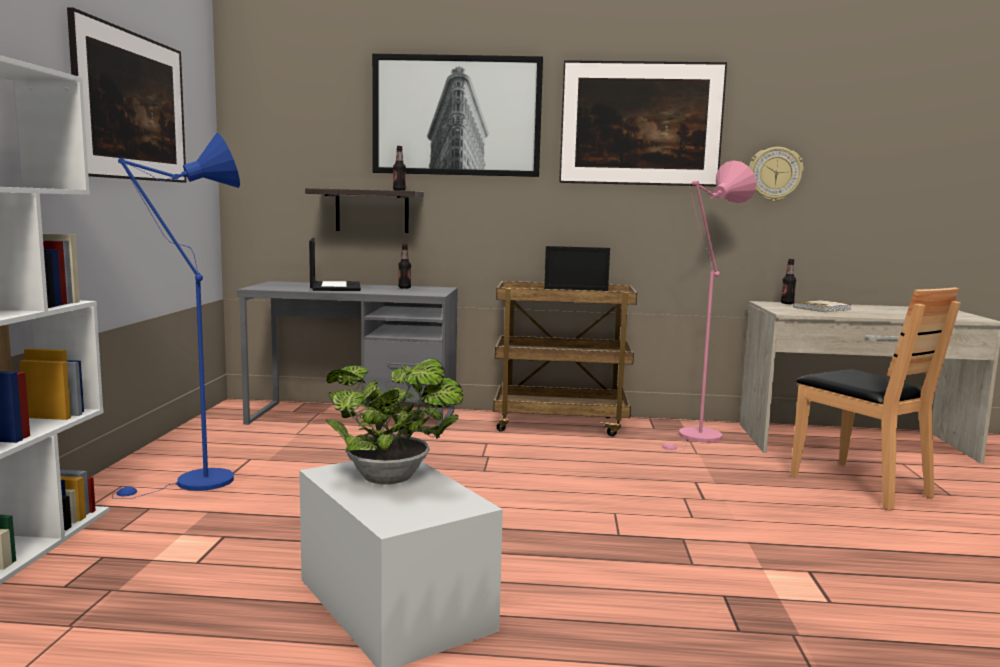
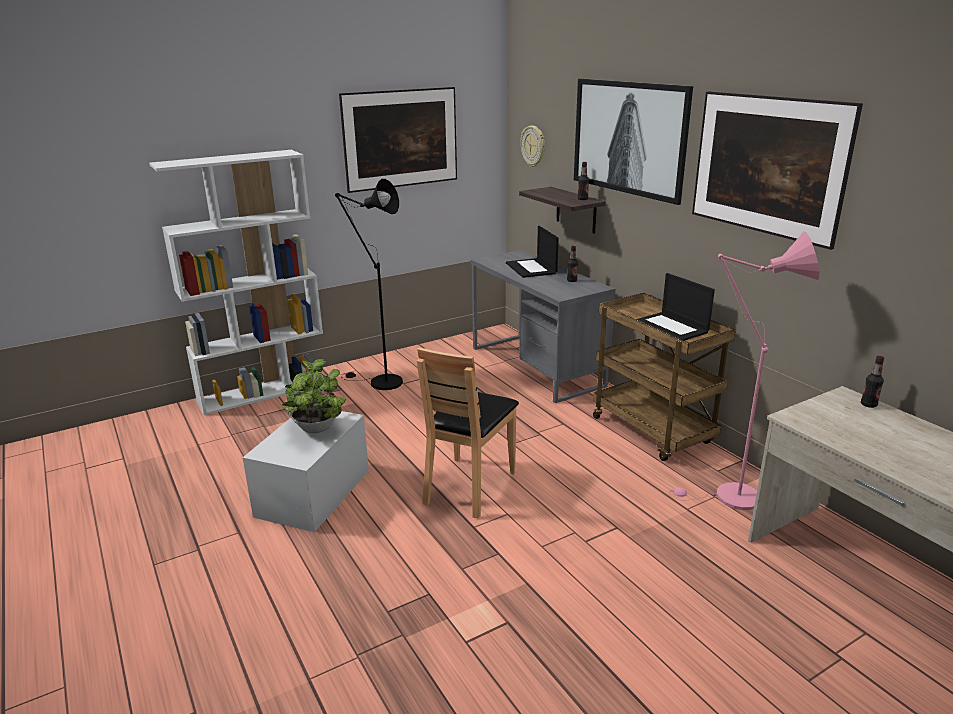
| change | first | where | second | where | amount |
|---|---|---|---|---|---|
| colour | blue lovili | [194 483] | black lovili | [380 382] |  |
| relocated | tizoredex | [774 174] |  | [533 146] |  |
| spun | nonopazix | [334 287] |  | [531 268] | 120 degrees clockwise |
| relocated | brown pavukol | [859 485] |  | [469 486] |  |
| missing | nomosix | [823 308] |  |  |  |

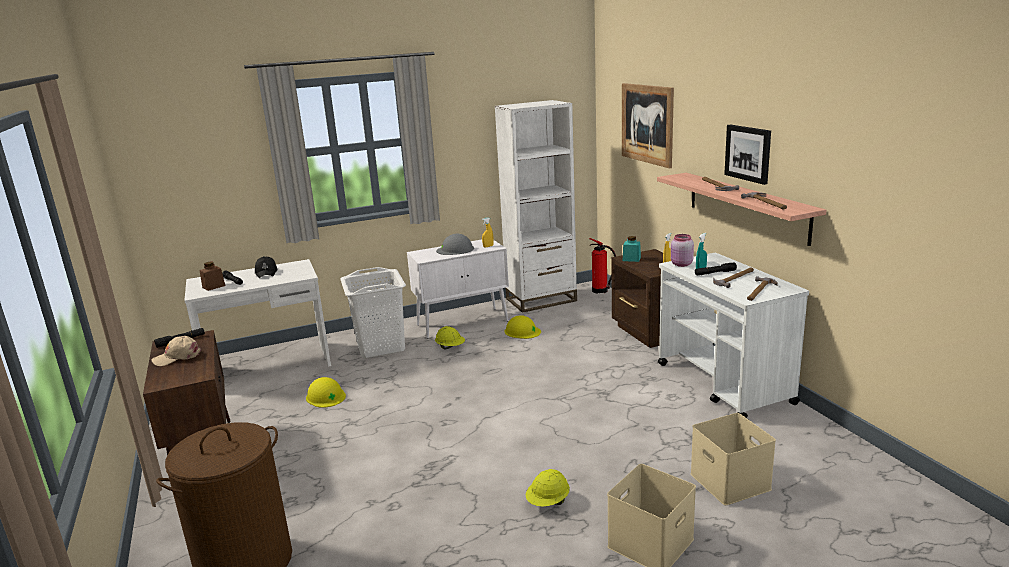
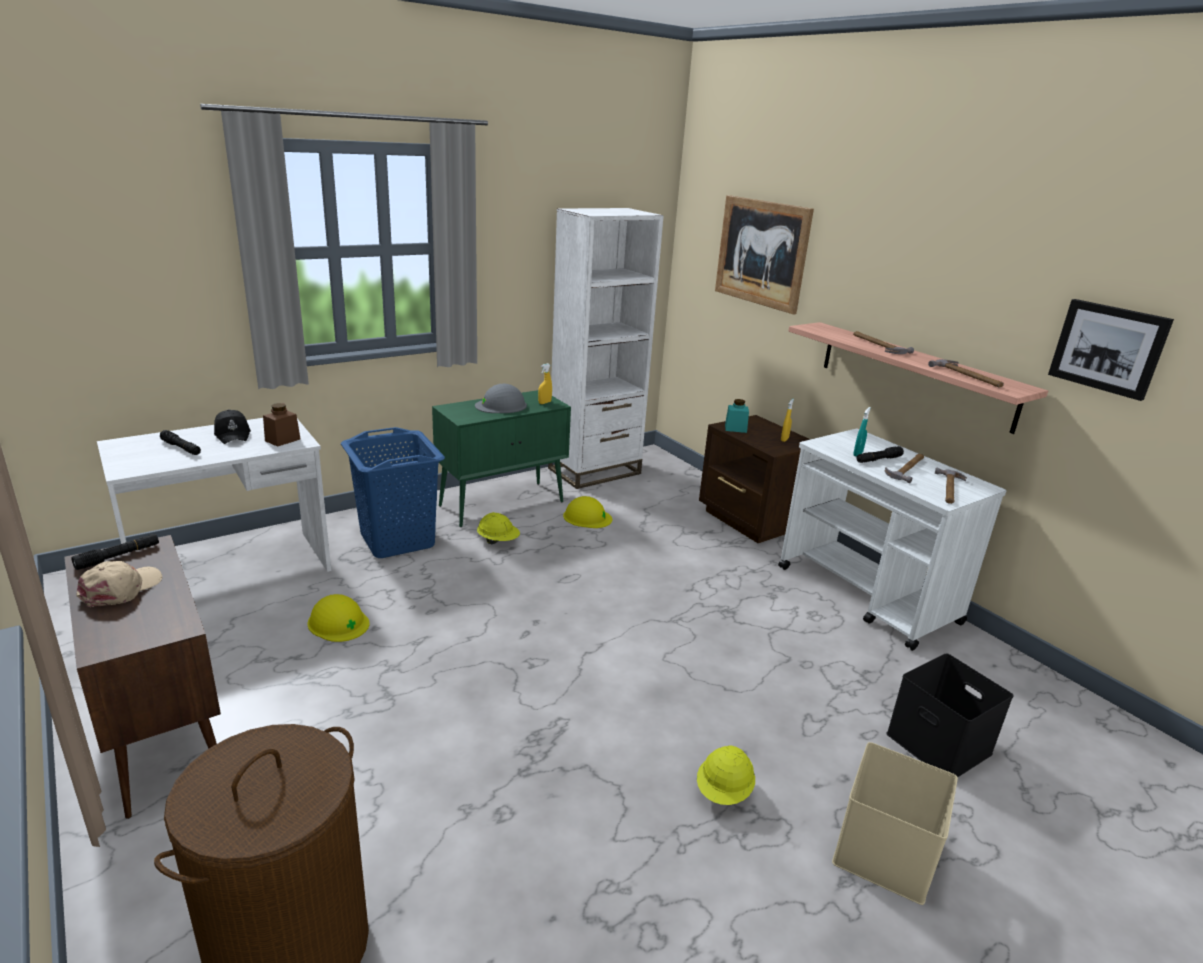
| change | first | where | second | where | amount |
|---|---|---|---|---|---|
| relocated | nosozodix | [748 153] |  | [1108 348] |  |
| missing | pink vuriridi | [681 264] |  |  |  |
| missing | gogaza | [601 291] |  |  |  |
| colour | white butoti | [463 323] | green butoti | [503 503] |  |
| relocated | brown vuriridi | [213 286] |  | [282 440] |  |
| colour | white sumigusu | [381 347] | blue sumigusu | [398 540] |  |
| spun | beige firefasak | [177 357] |  | [121 589] | 150 degrees clockwise |
| colour | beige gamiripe | [732 482] | black gamiripe | [941 744] |  |

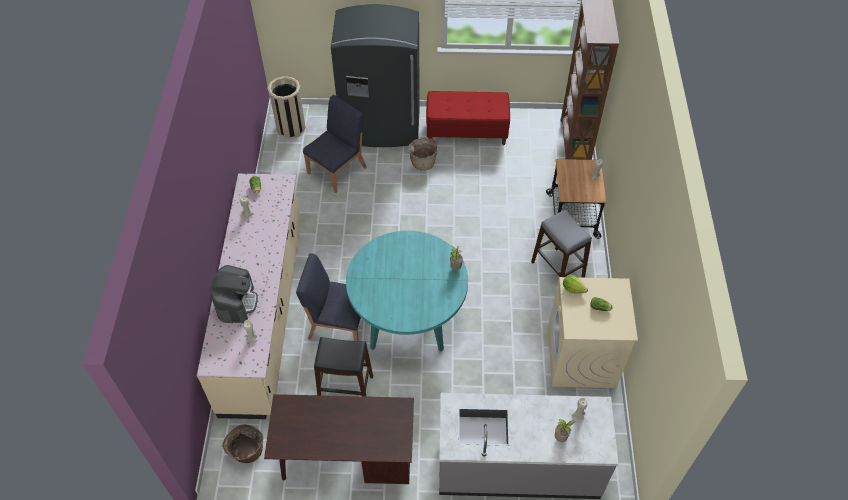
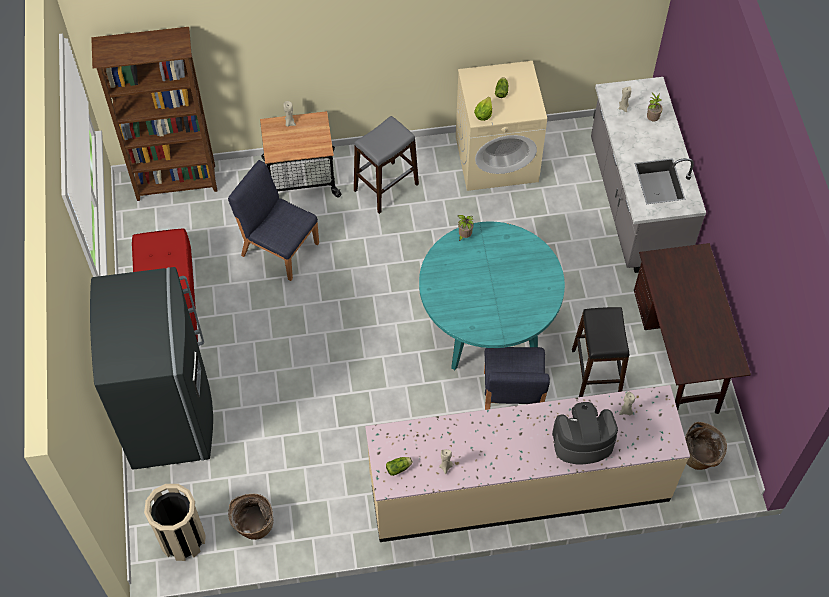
| change | first | where | second | where | amount |
|---|---|---|---|---|---|
| relocated | blue pavukol | [338 170] |  | [279 248] |  |
| relocated | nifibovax | [423 162] |  | [253 525] |  |

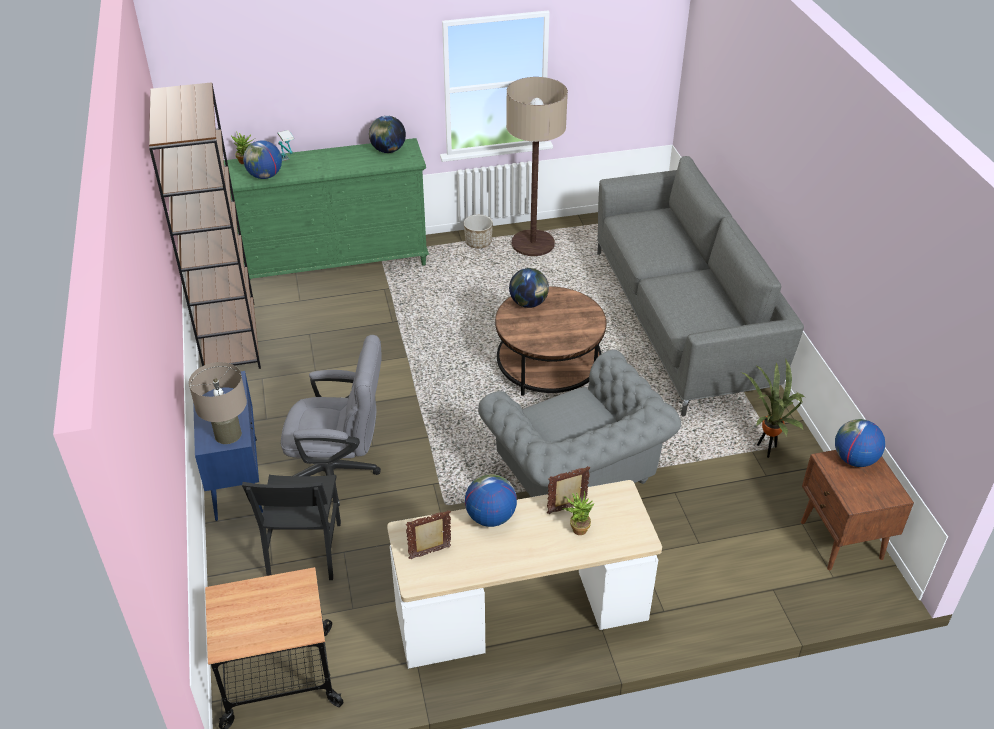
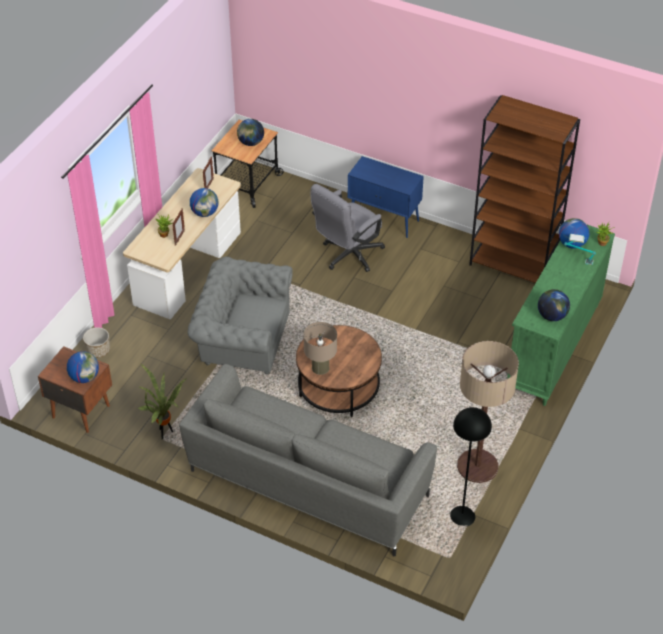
| change | first | where | second | where | amount |
|---|---|---|---|---|---|
| relocated | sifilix | [478 243] |  | [98 351] |  |
| relocated | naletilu | [528 303] |  | [250 143] |  |
| relocated | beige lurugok | [228 434] |  | [320 368] |  |
| missing | black pavukol | [304 550] |  |  |  |
| appeared |  |  | black lovili | [462 516] |  |

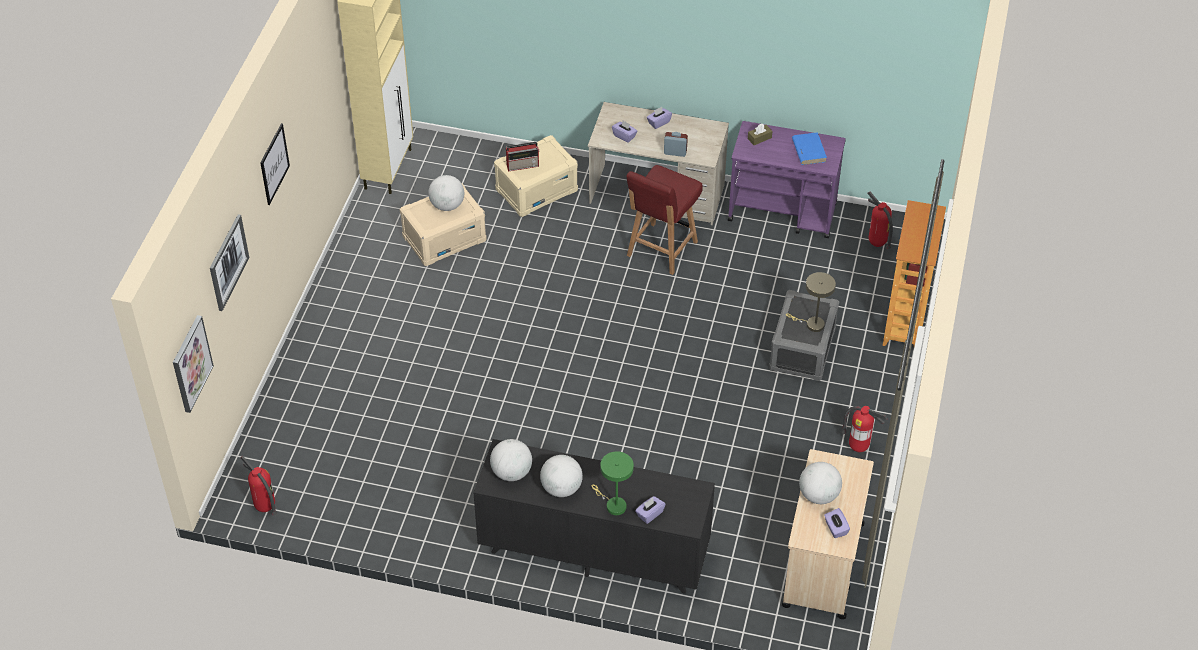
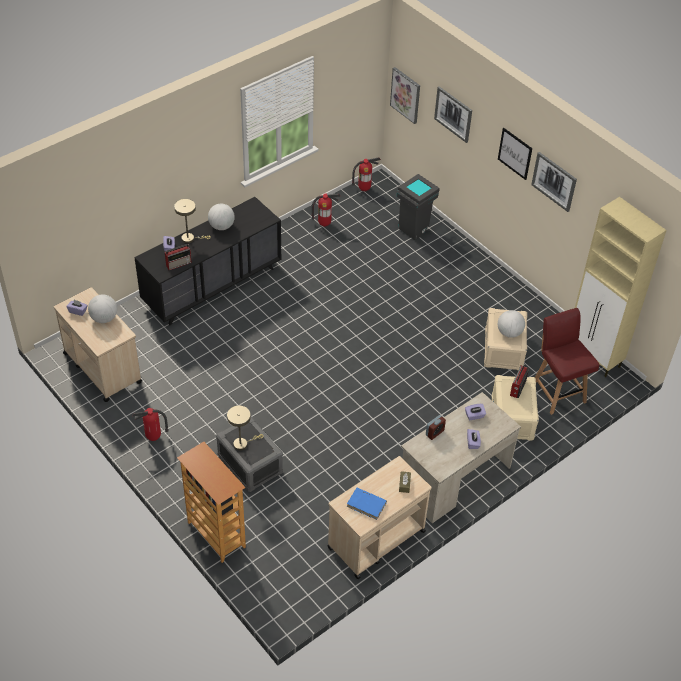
| change | first | where | second | where | amount |
|---|---|---|---|---|---|
| colour | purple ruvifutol | [783 212] | beige ruvifutol | [375 539] |  |
| relocated | red pavukol | [661 250] |  | [557 392] |  |
| relocated | gogaza | [876 244] |  | [324 224] |  |
| missing | naletilu | [511 473] |  |  |  |
| colour | green lurugok | [613 505] | beige lurugok | [190 238] |  |
| appeared |  |  | nosozodix | [554 181] |  |
| appeared |  |  | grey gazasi | [415 229] |  |
| appeared |  |  | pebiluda | [179 263] |  |

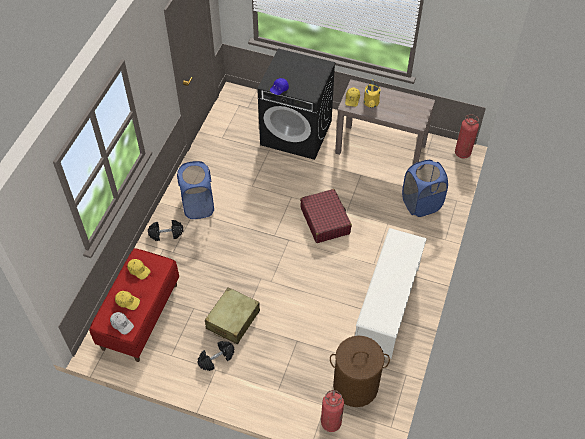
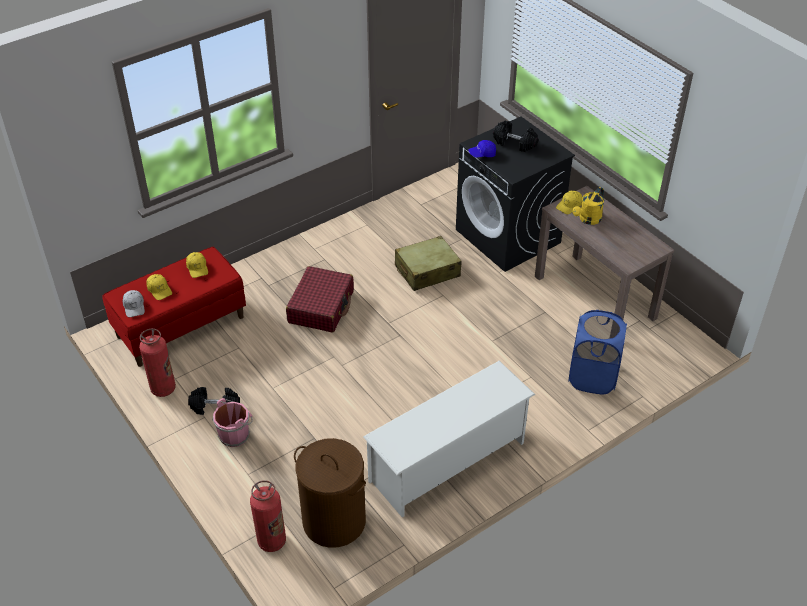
| change | first | where | second | where | amount |
|---|---|---|---|---|---|
| relocated | gogaza | [462 153] |  | [163 388] |  |
| missing | blue sumigusu | [198 206] |  |  |  |
| relocated | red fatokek | [325 220] |  | [321 307] |  |
| relocated | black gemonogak | [166 234] |  | [515 143] |  |
| relocated | beige fatokek | [233 320] |  | [427 271] |  |
| appeared |  |  | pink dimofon | [235 434] |  |

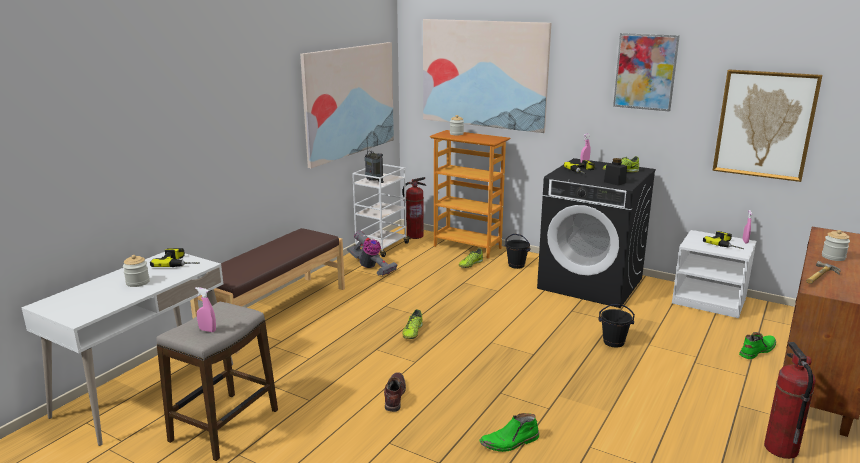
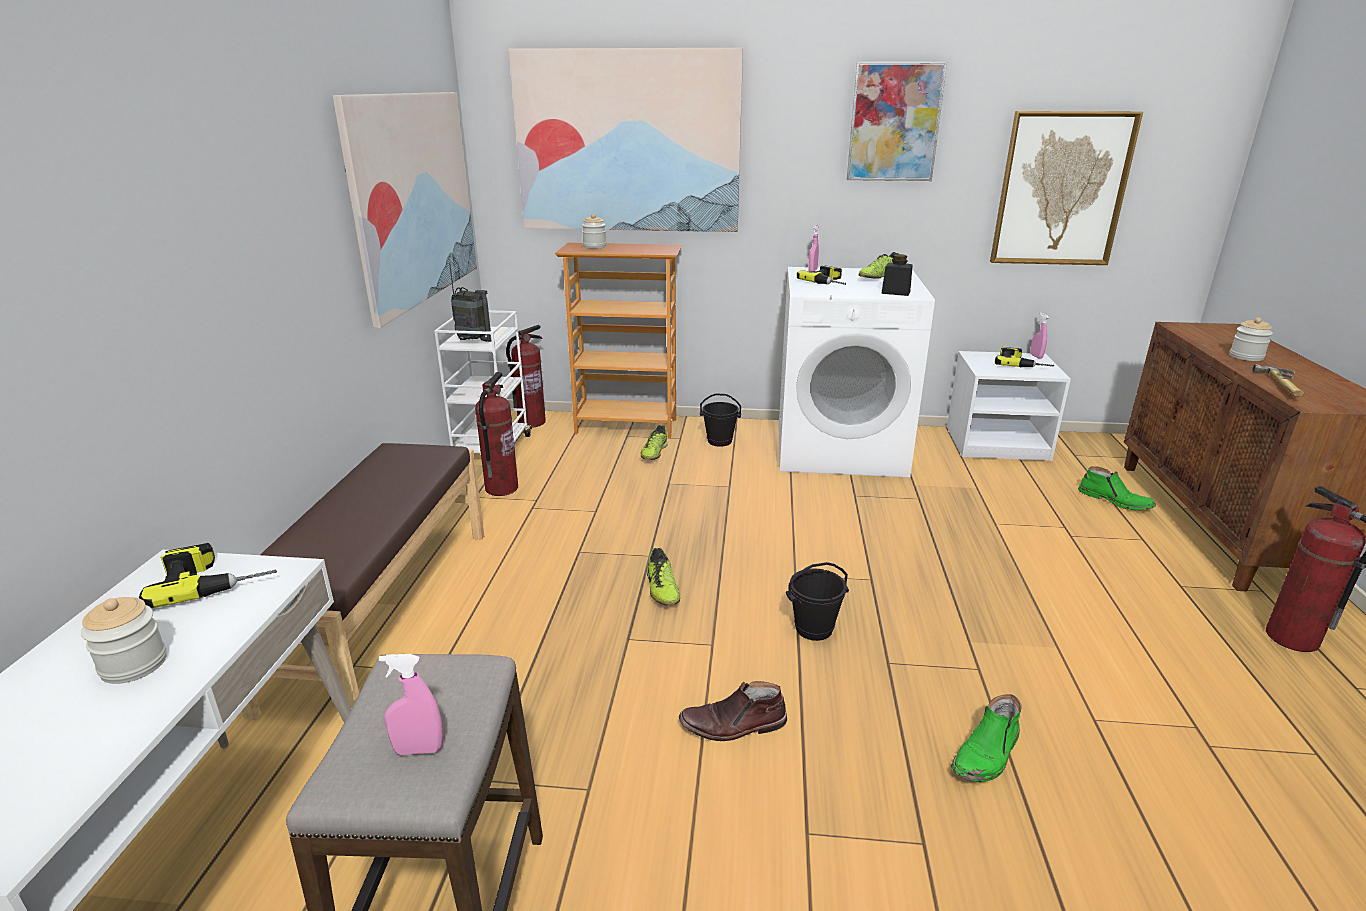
| change | first | where | second | where | amount |
|---|---|---|---|---|---|
| colour | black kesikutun | [591 283] | white kesikutun | [840 449] |  |
| exchanged | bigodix | [371 267] | gogaza | [501 488] |  |
| relocated | black dimofon | [613 342] |  | [813 629] |  |
| spun | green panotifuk | [756 350] |  | [1115 501] | 105 degrees clockwise |
| spun | brown panotifuk | [394 396] |  | [733 725] | 75 degrees counterclockwise |

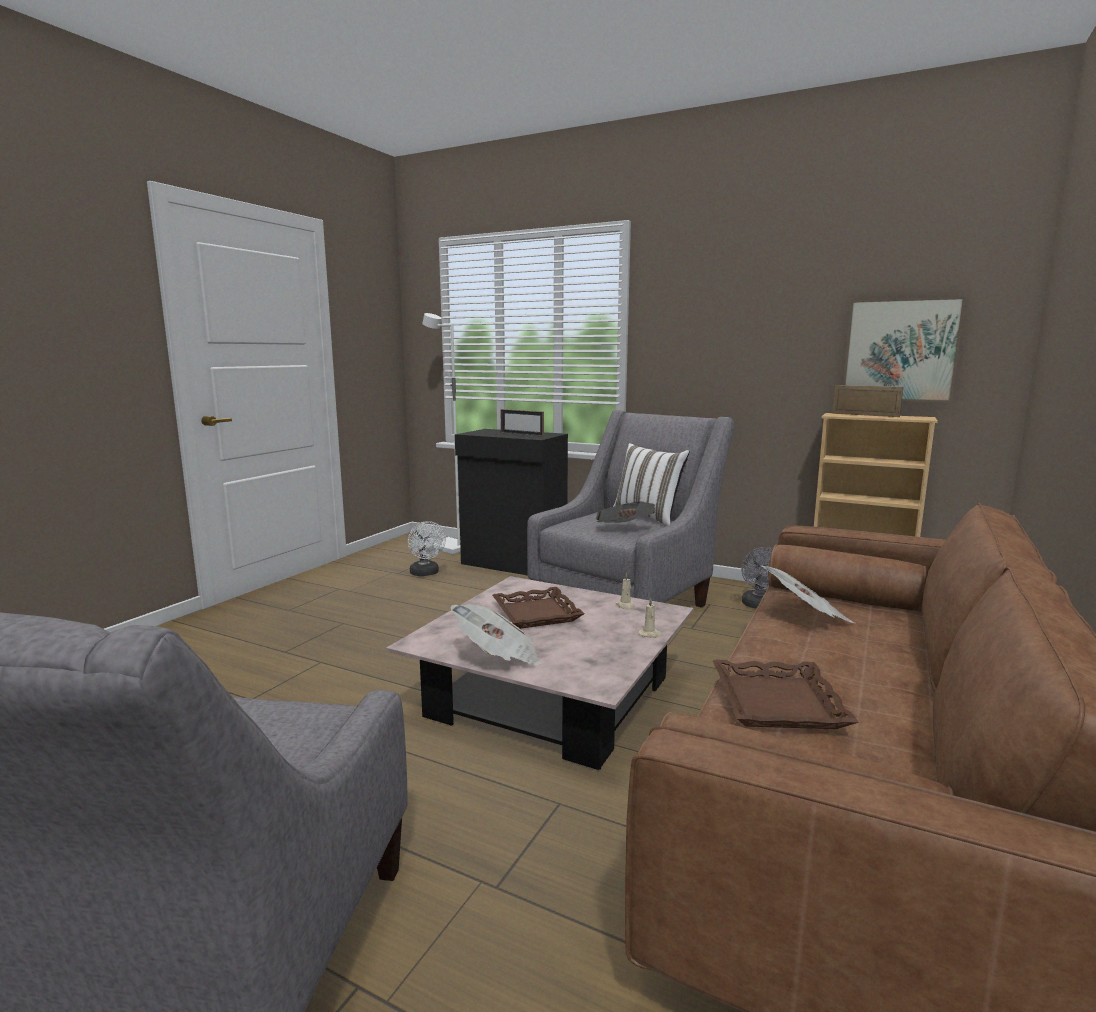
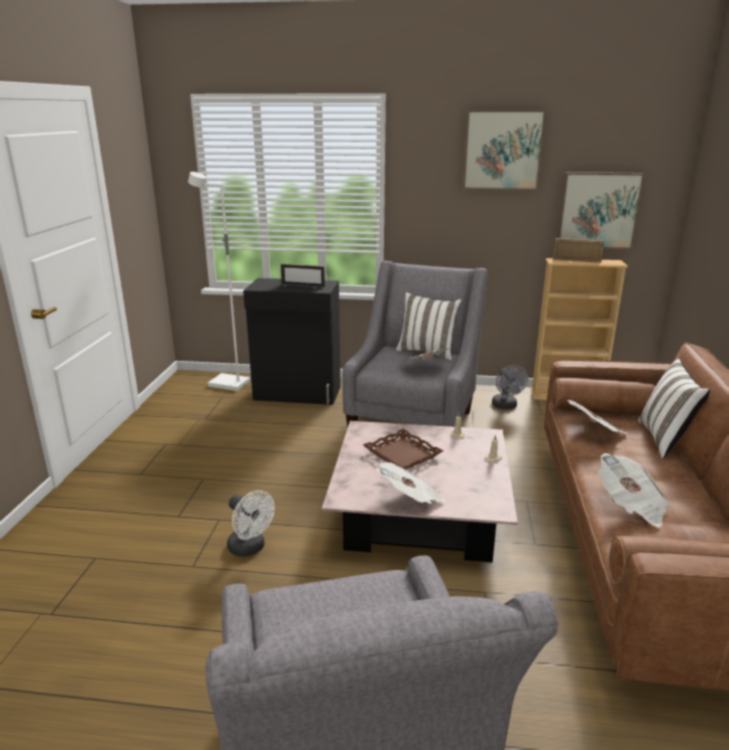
| change | first | where | second | where | amount |
|---|---|---|---|---|---|
| relocated | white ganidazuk | [426 573] |  | [250 548] |  |
| exchanged | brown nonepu | [779 703] | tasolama | [630 506] |  |
| appeared |  |  | nosozodix | [502 150] |  |
| appeared |  |  | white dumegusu | [665 440] |  |

